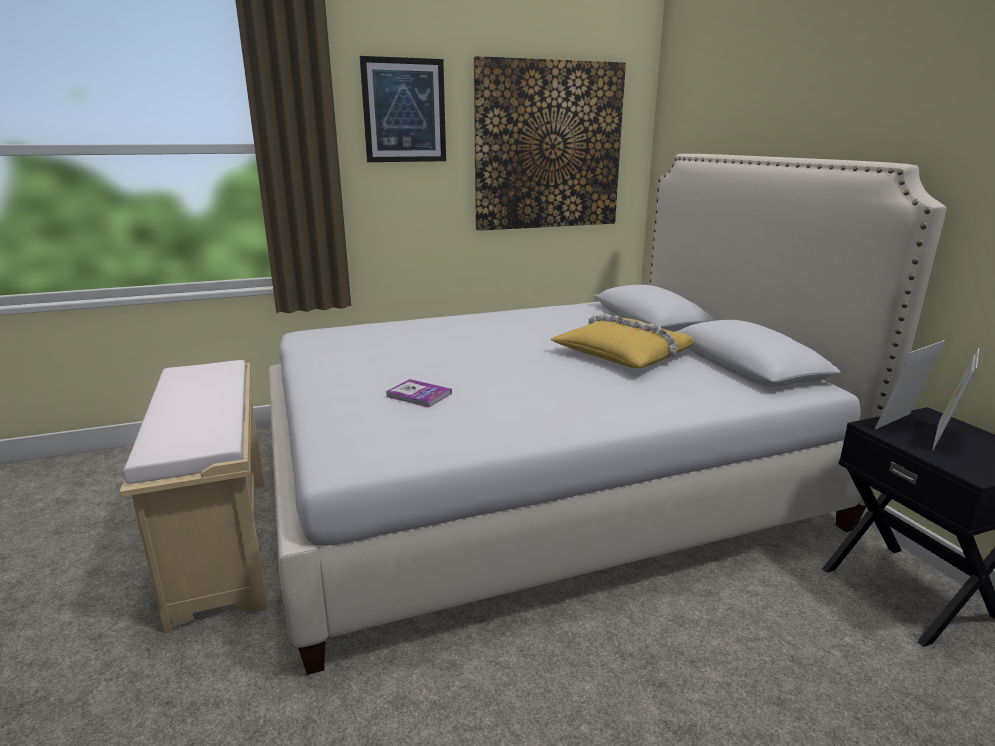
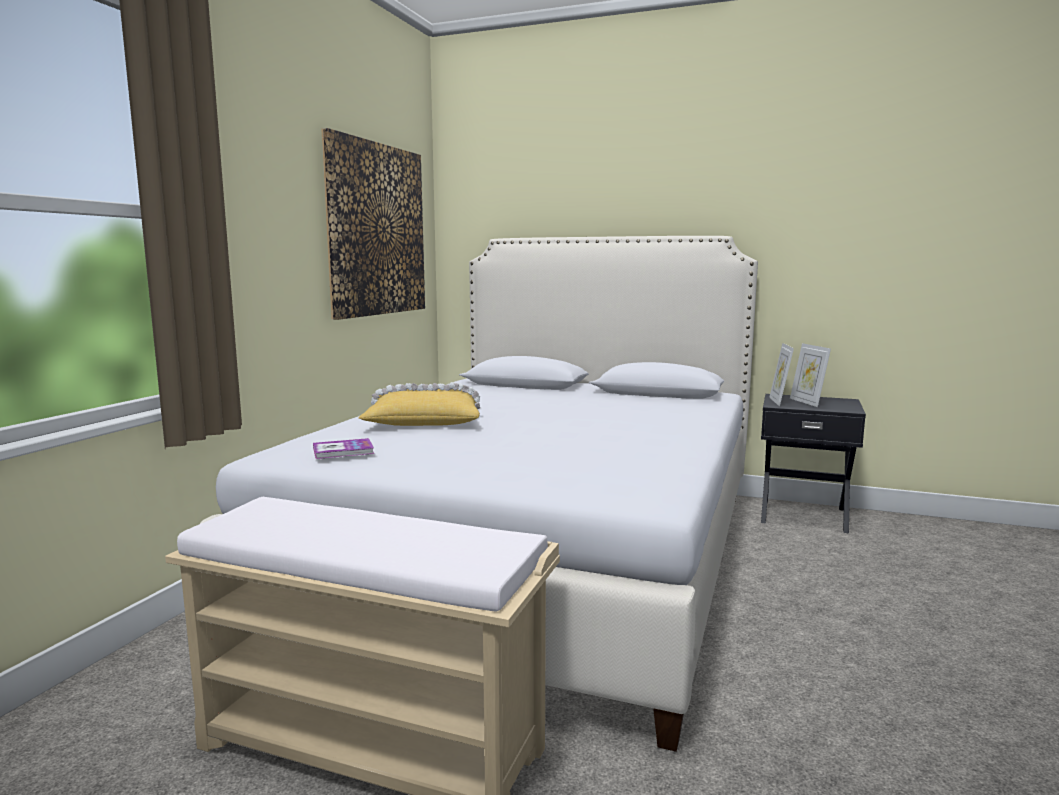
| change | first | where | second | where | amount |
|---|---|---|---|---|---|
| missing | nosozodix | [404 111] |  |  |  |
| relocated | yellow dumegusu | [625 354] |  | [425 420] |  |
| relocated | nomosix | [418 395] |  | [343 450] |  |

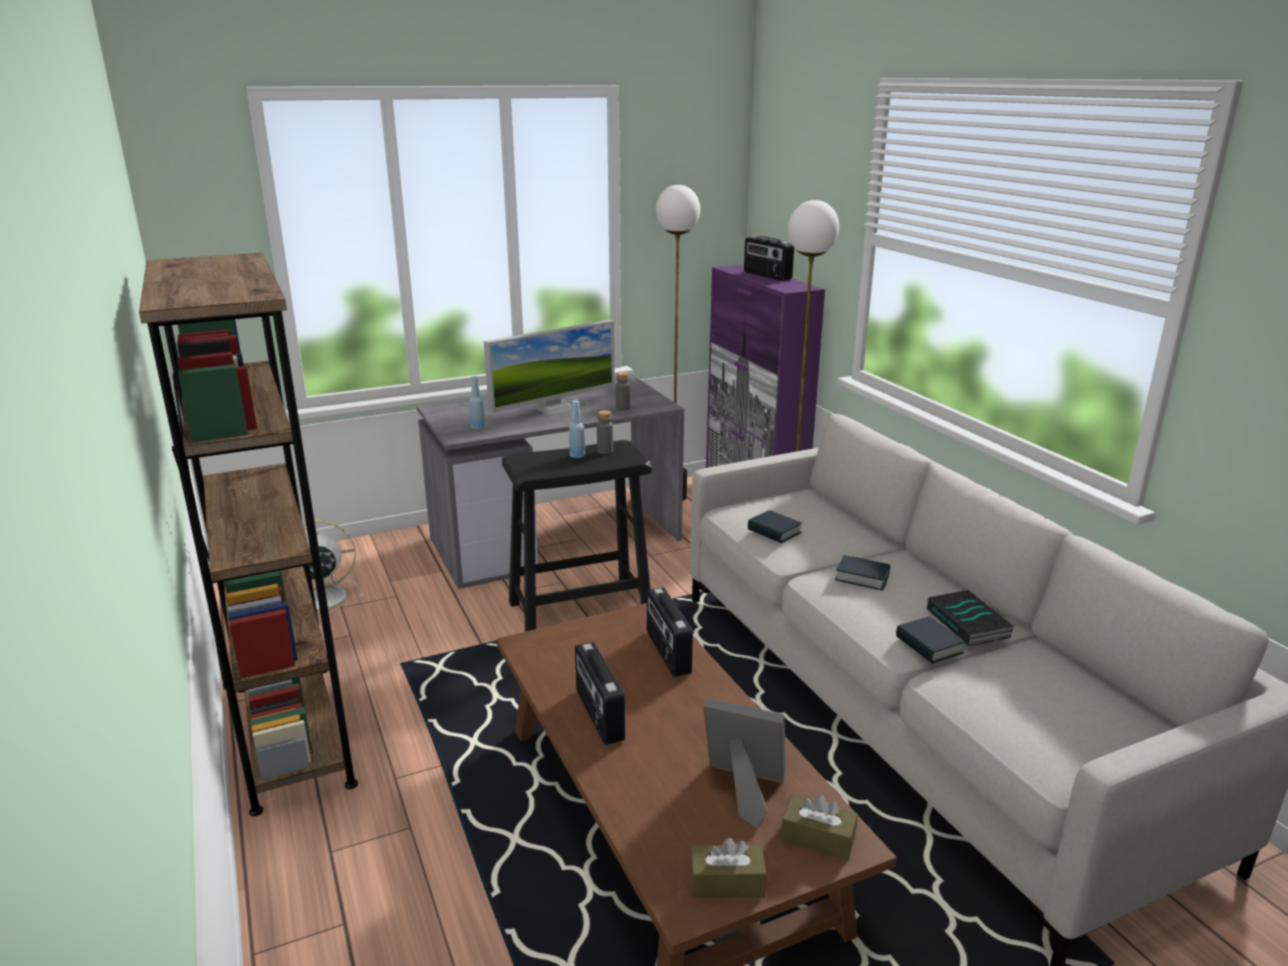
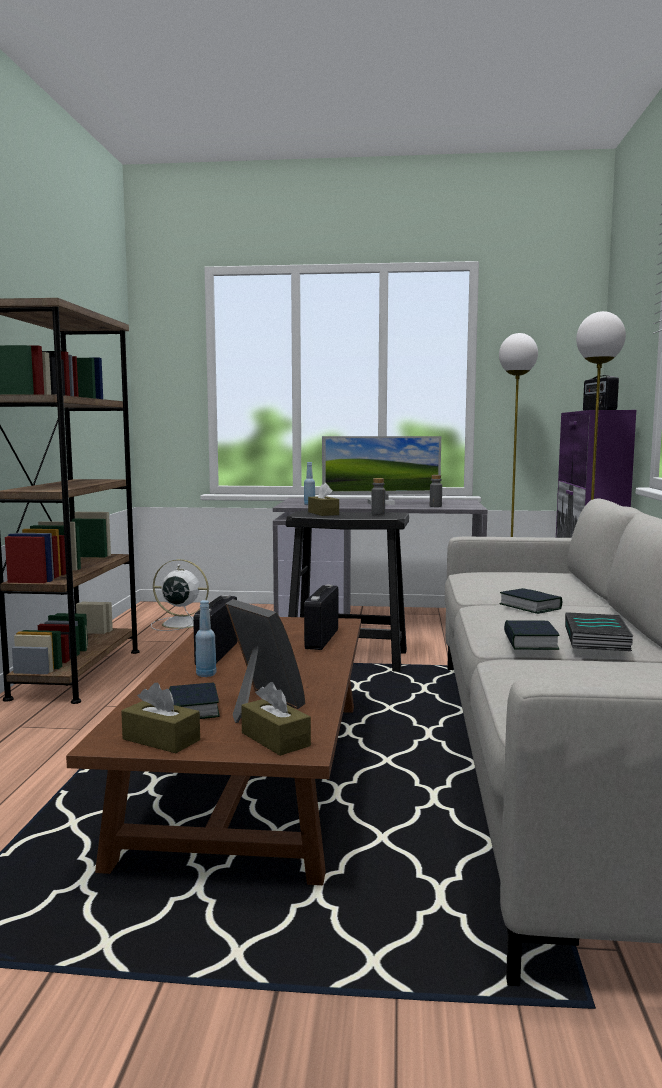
| change | first | where | second | where | amount |
|---|---|---|---|---|---|
| relocated | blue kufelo | [577 456] |  | [206 674] |  |
| relocated | nomosix | [774 531] |  | [193 709] |  |
| appeared |  |  | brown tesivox | [323 513] |  |

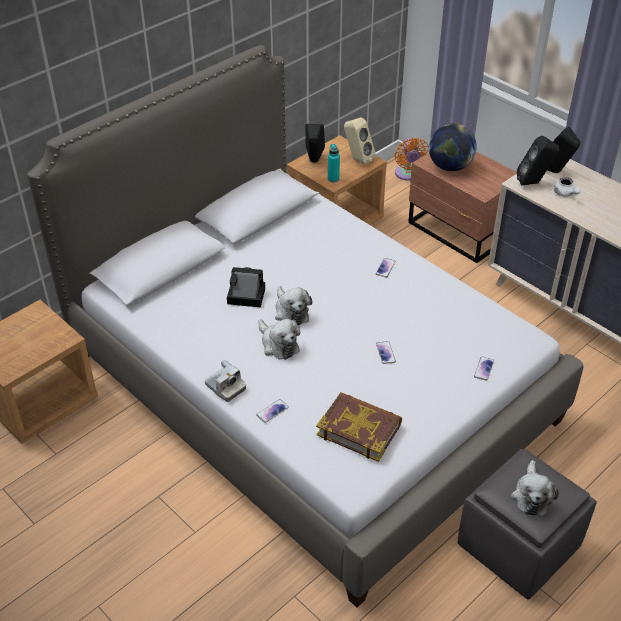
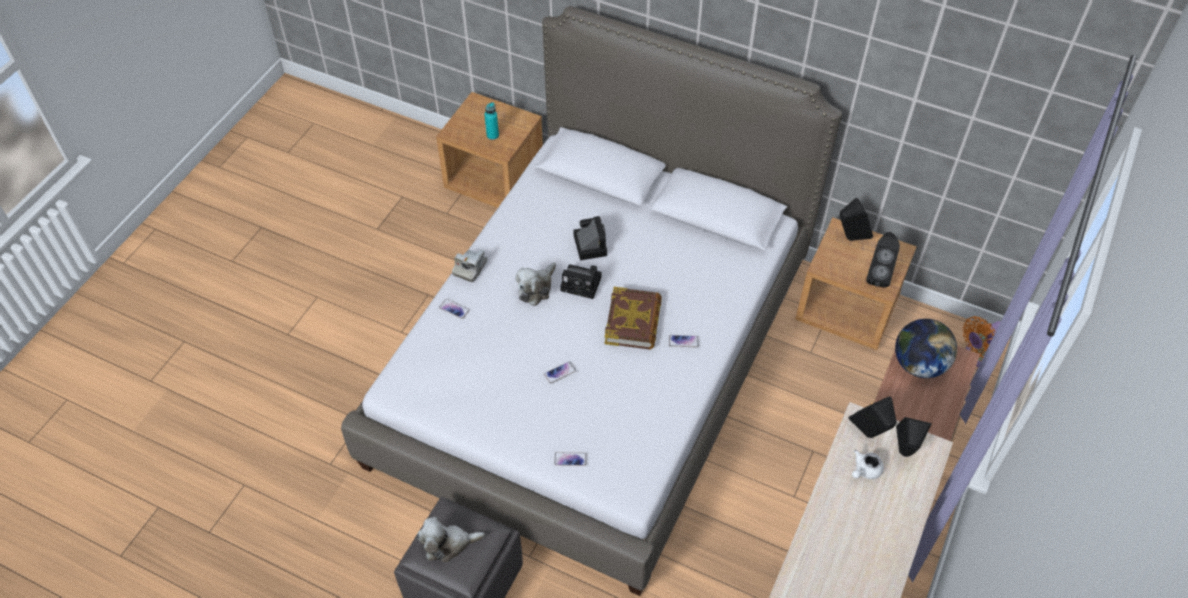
| change | first | where | second | where | amount |
|---|---|---|---|---|---|
| colour | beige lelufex | [357 160] | black lelufex | [878 275] |  |
| relocated | turquoise kufelo | [333 179] |  | [492 135] |  |
| exchanged | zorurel | [291 312] | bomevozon | [583 284] |  |
| relocated | nomosix | [359 429] |  | [633 322] |  |

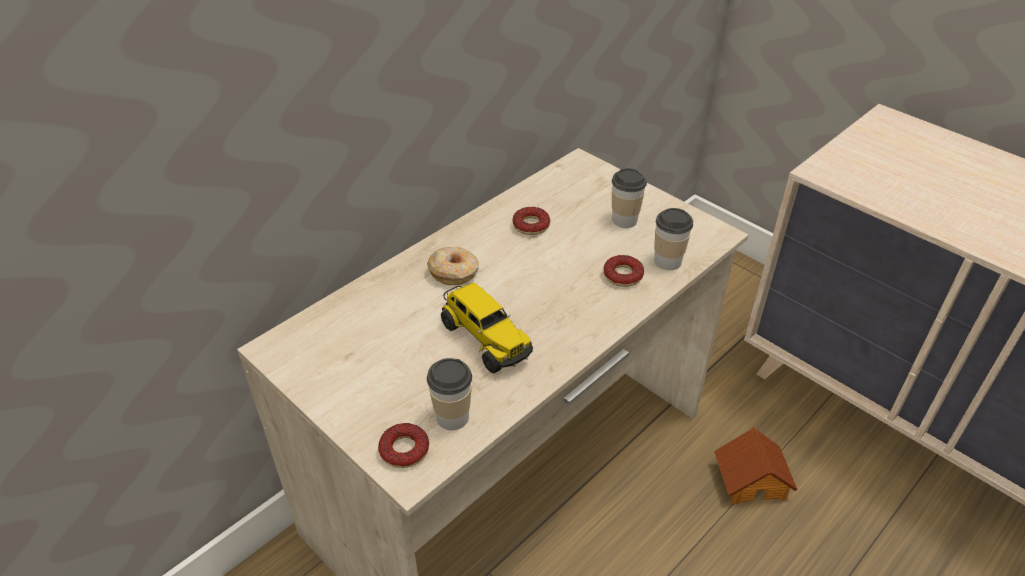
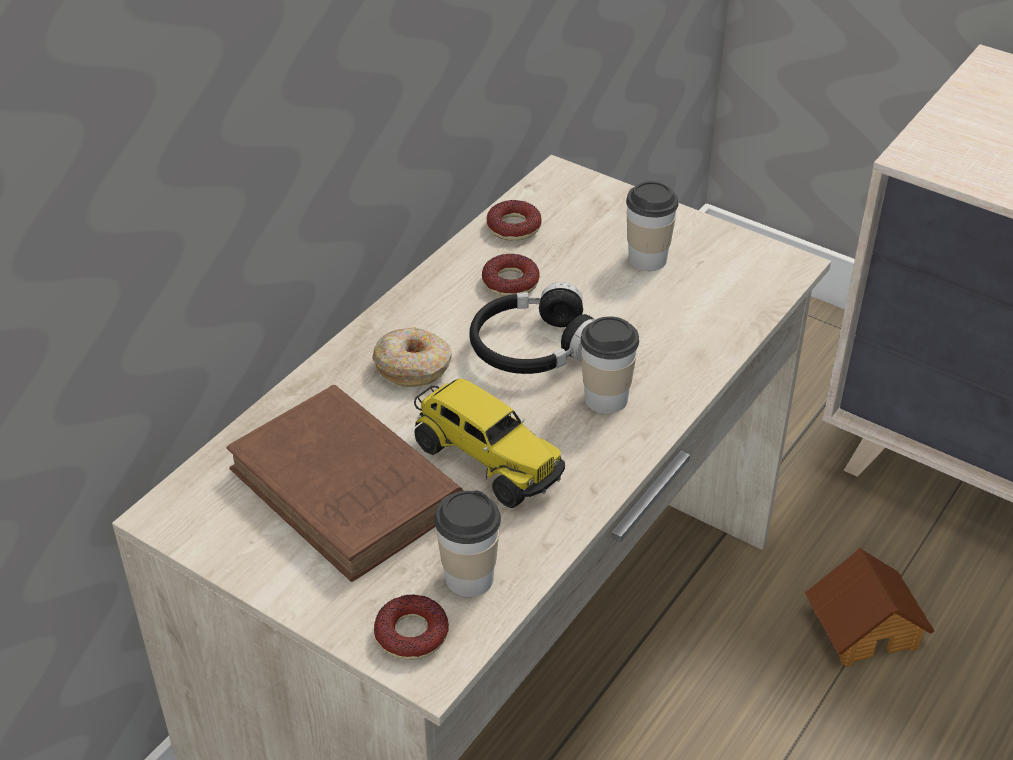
| change | first | where | second | where | amount |
|---|---|---|---|---|---|
| relocated | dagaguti | [667 261] |  | [606 399] |  |
| relocated | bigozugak | [623 275] |  | [513 227] |  |
| appeared |  |  | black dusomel | [533 347] |  |
| appeared |  |  | brown nomosix | [349 493] |  |

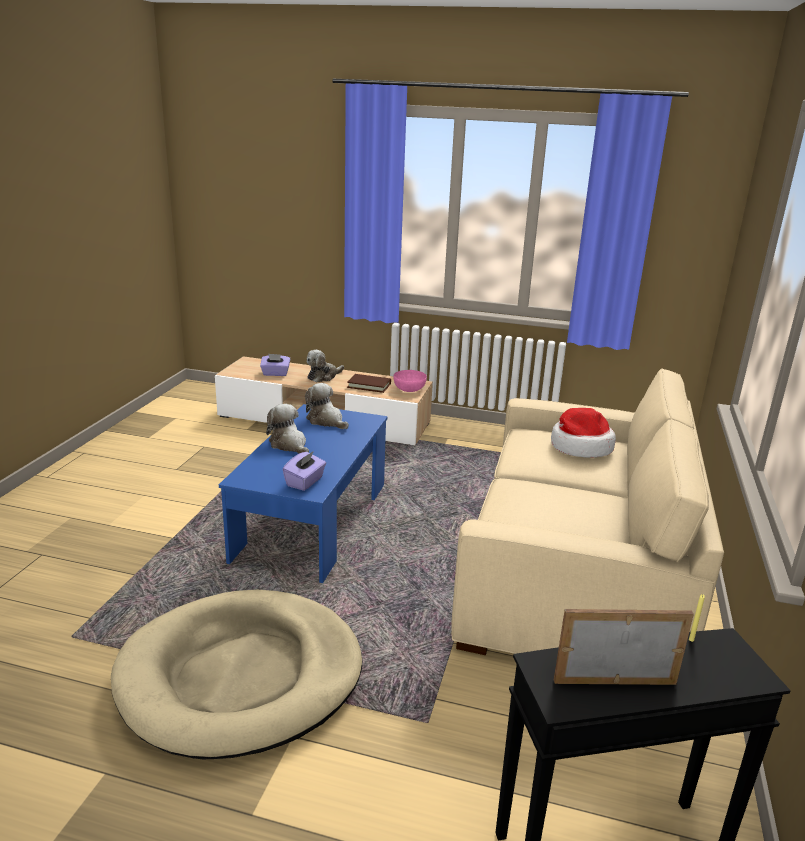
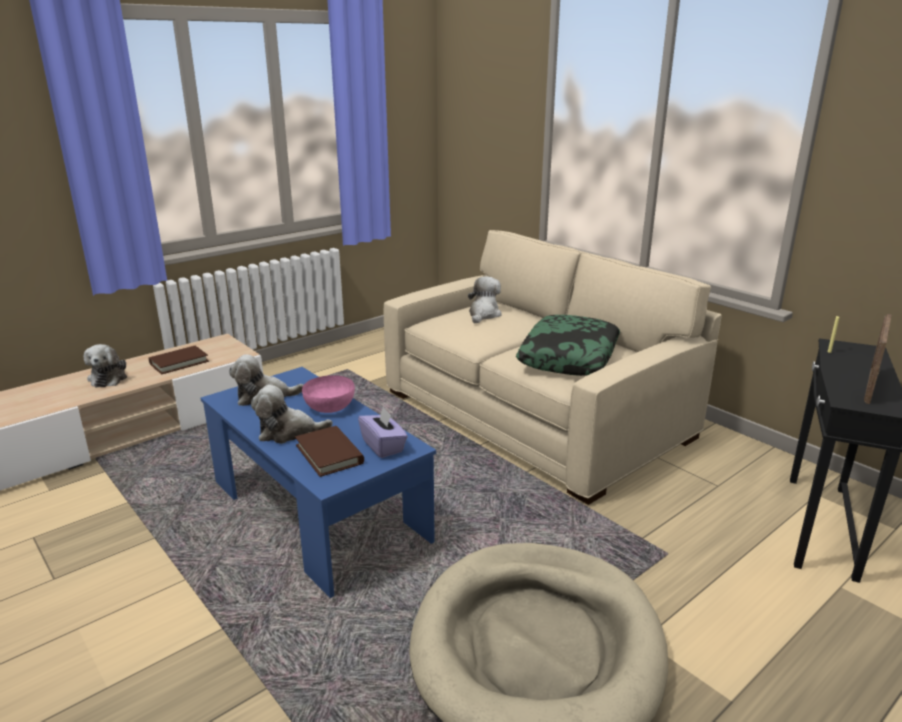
| change | first | where | second | where | amount |
|---|---|---|---|---|---|
| missing | purple tesivox | [275 374] |  |  |  |
| relocated | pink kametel | [409 389] |  | [330 407] |  |
| exchanged | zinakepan | [580 447] | zorurel | [483 314] |  |
| appeared |  |  | dumegusu | [569 357] |  |
| appeared |  |  | brown nomosix | [329 454] |  |

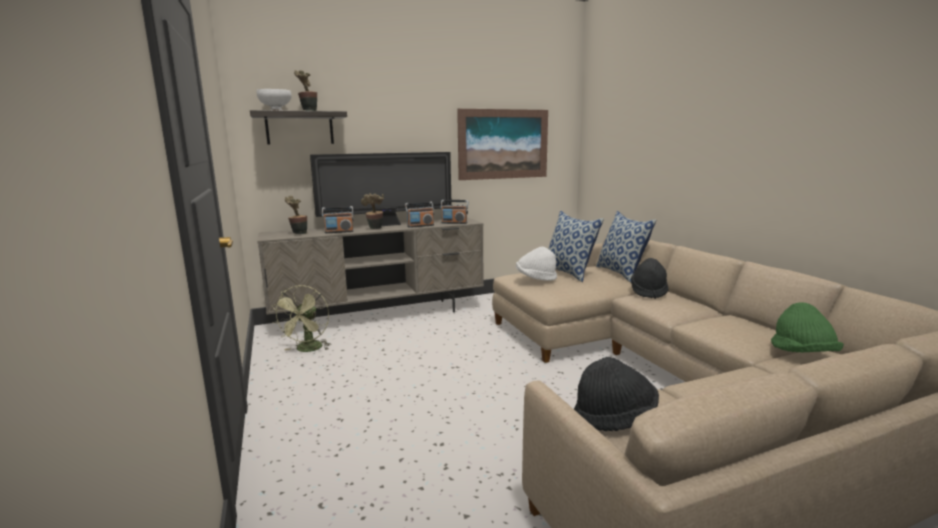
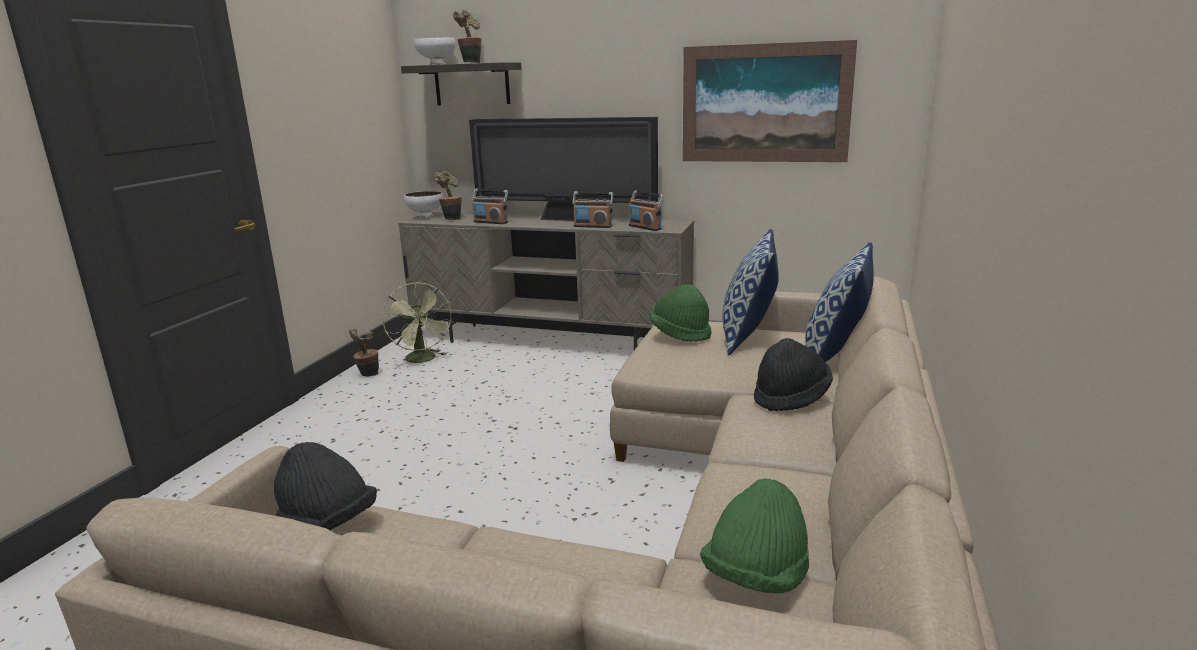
| change | first | where | second | where | amount |
|---|---|---|---|---|---|
| relocated | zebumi | [375 229] |  | [367 375] |  |
| colour | white zinakepan | [535 278] | green zinakepan | [680 333] |  |
| spun | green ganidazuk | [307 350] |  | [423 360] | 75 degrees counterclockwise |
| appeared |  |  | white kametel | [425 216] |  |

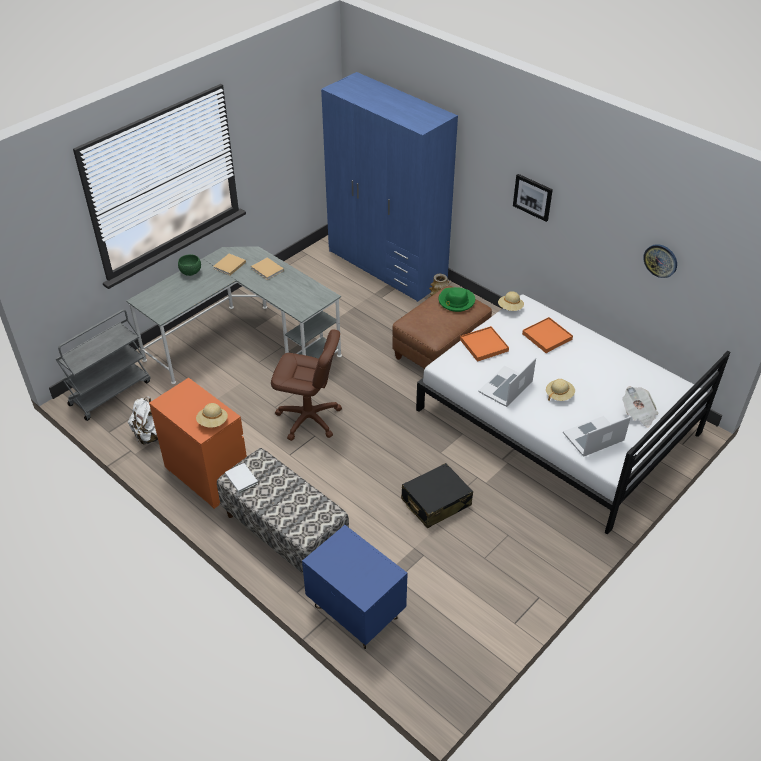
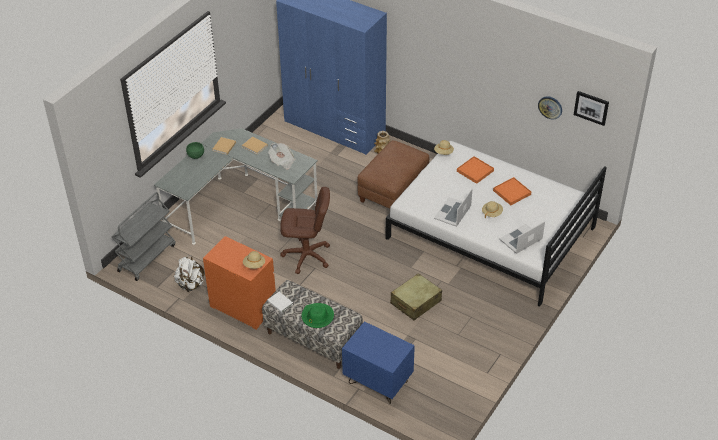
| change | first | where | second | where | amount |
|---|---|---|---|---|---|
| relocated | nosozodix | [533 197] |  | [591 107] |  |
| relocated | green zinakepan | [456 301] |  | [317 317] |  |
| relocated | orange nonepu | [484 345] |  | [512 192] |  |
| relocated | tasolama | [638 413] |  | [282 161] |  |
| colour | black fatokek | [435 502] | beige fatokek | [415 302] |  |

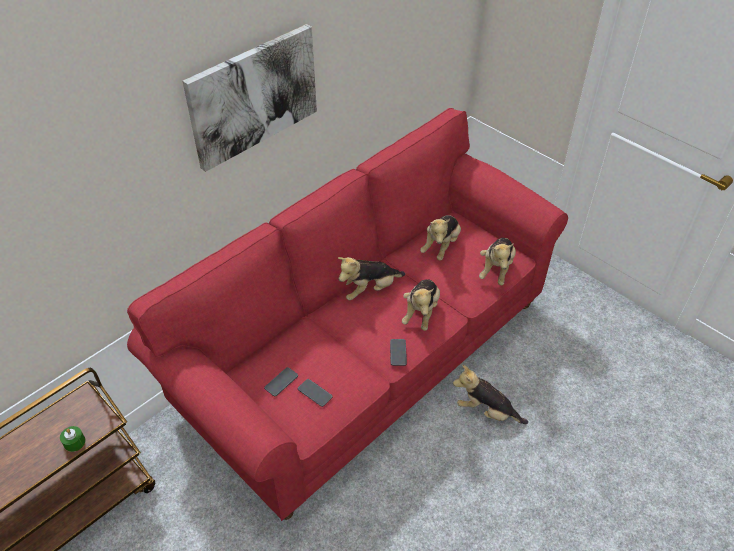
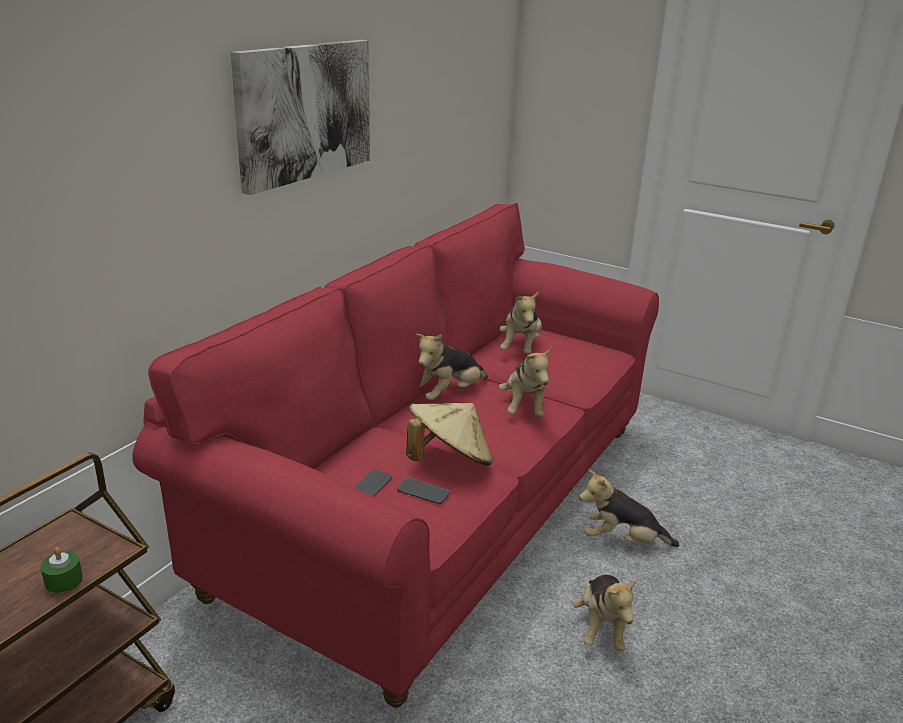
| change | first | where | second | where | amount |
|---|---|---|---|---|---|
| relocated | zorurel | [496 269] |  | [601 627] |  |
| missing | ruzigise | [398 352] |  |  |  |
| appeared |  |  | beige zinakepan | [449 461] |  |

